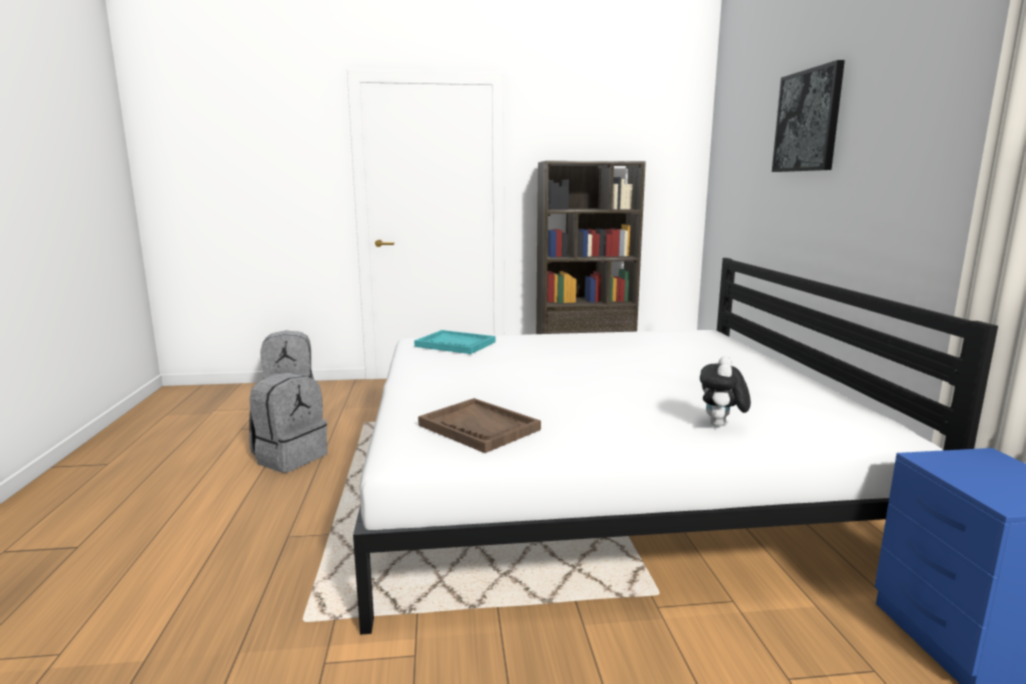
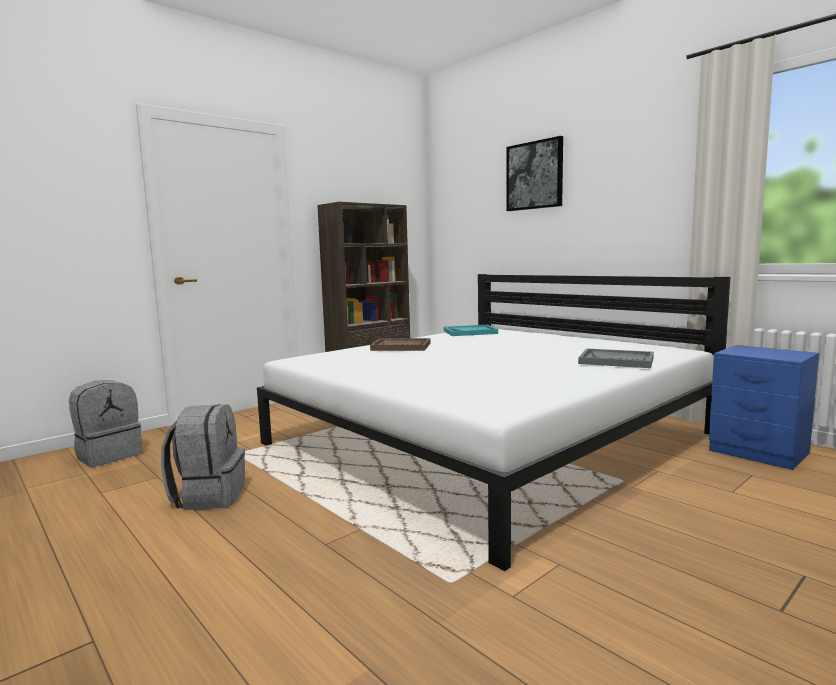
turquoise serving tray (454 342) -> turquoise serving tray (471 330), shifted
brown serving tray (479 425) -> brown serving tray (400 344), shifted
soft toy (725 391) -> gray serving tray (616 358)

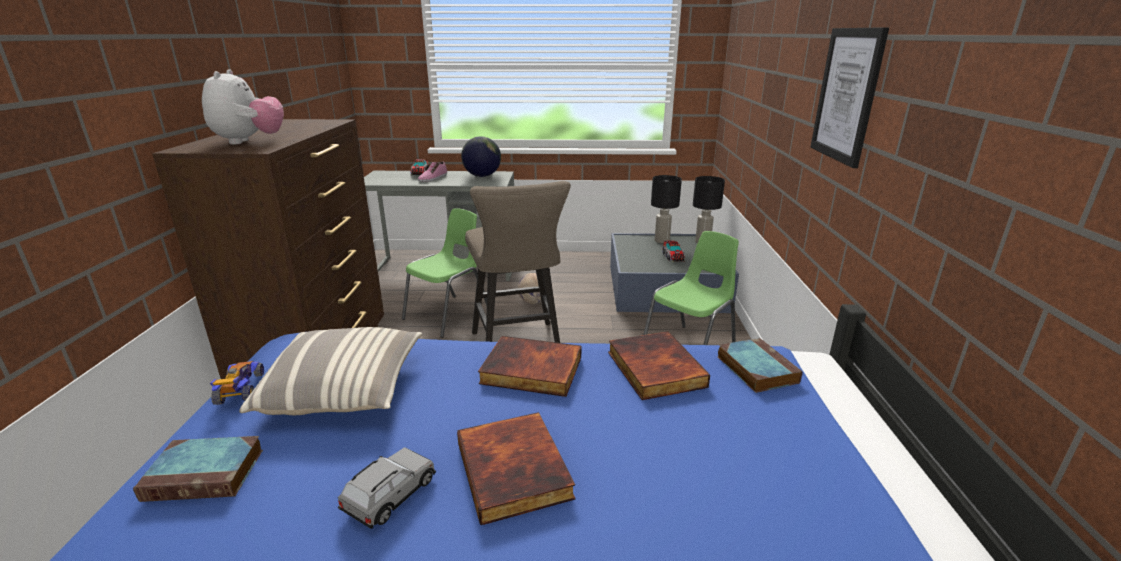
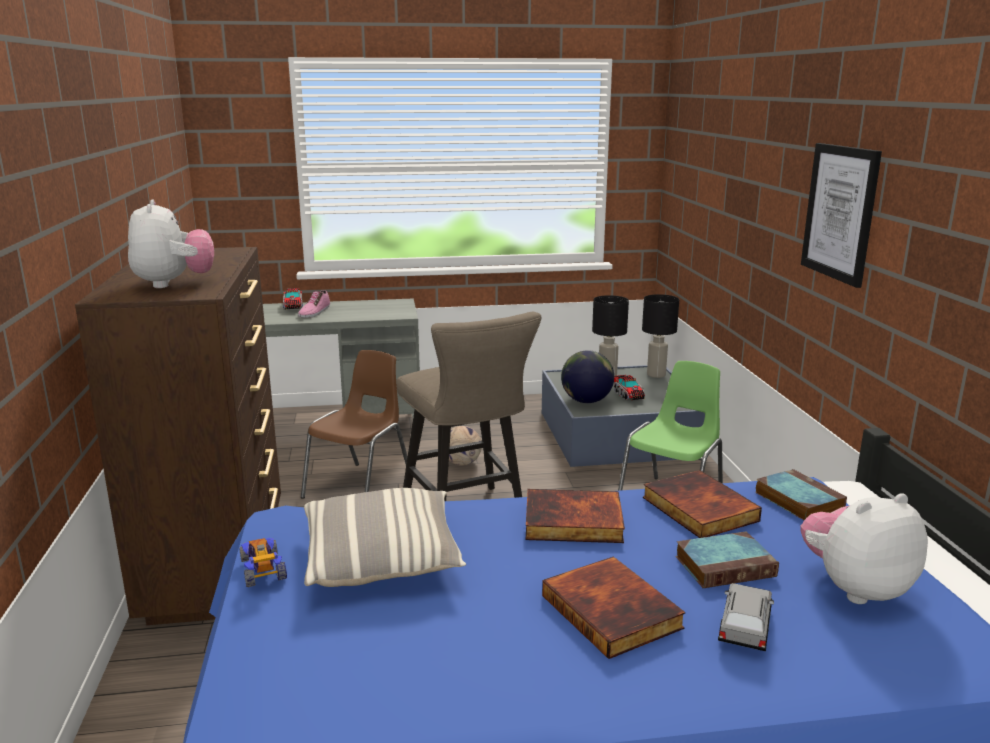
none -> soft toy (864 548)
volume (198 469) -> volume (727 560), shifted
gray model car (387 488) -> gray model car (746 617), shifted
world globe (481 156) -> world globe (587 376), shifted
greenish chair (444 273) -> brown chair (354 424)

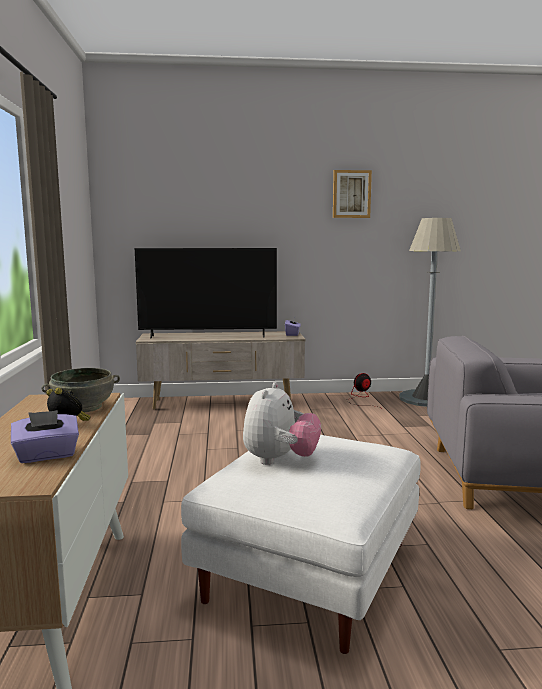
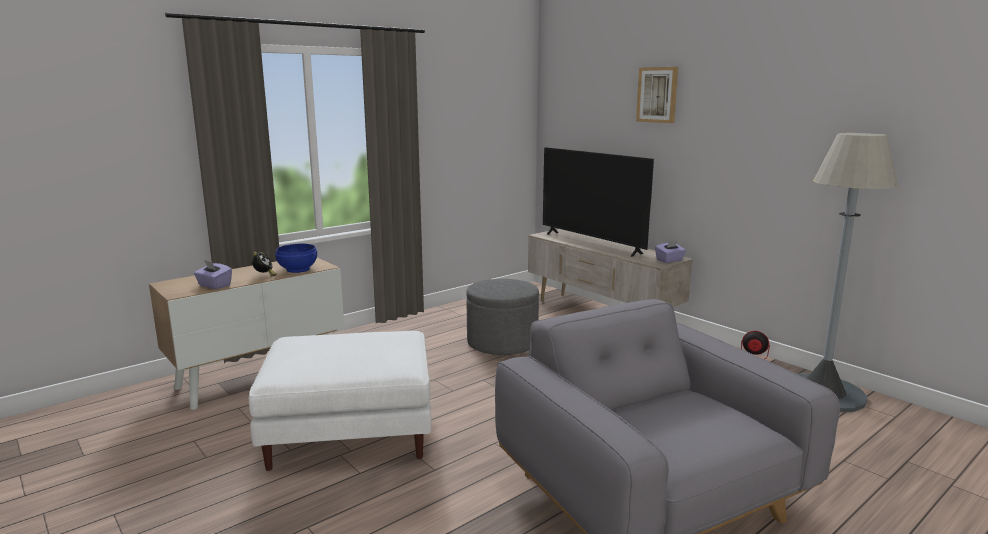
soft toy (282 423) -> none
none -> gray ottoman (502 317)
picture (352 194) -> picture (657 95), shifted
gray deep dish (81 390) -> blue deep dish (296 258)

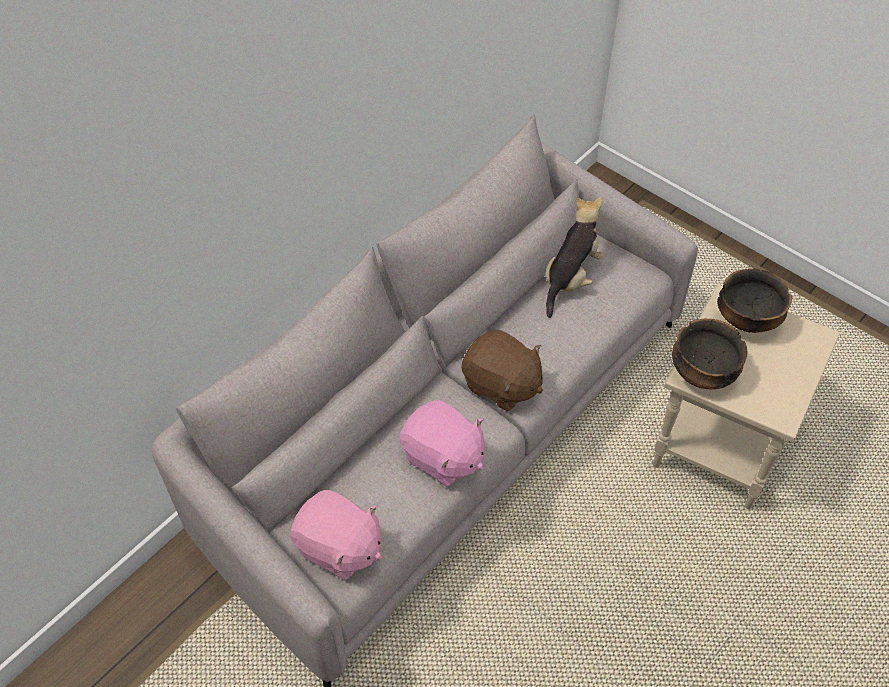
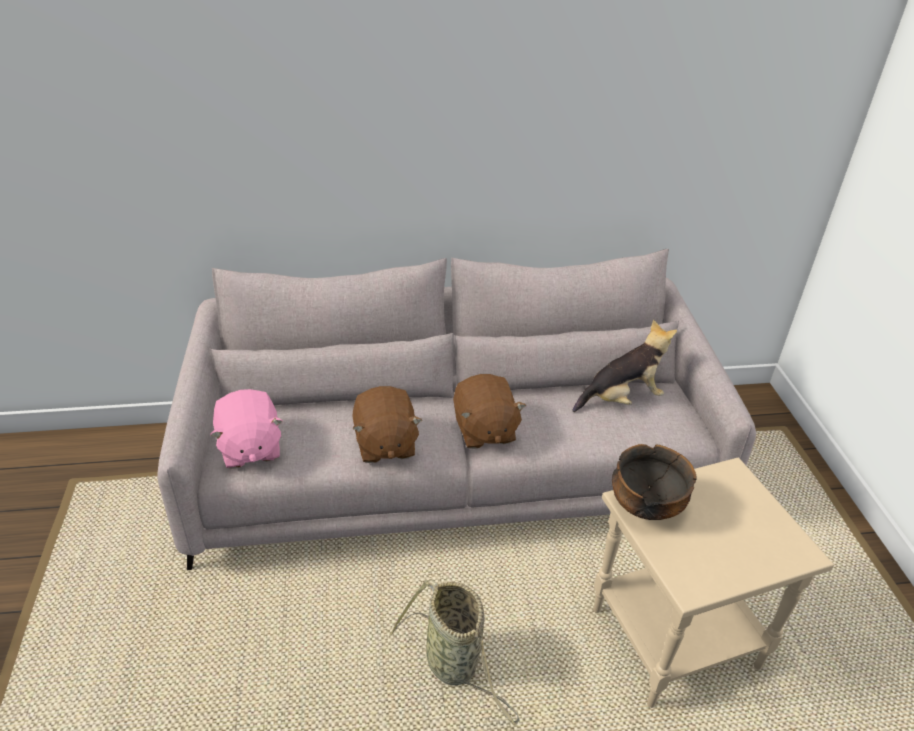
deep dish (754 300) -> none
none -> basket (454 653)
pink soft toy (441 443) -> brown soft toy (387 424)

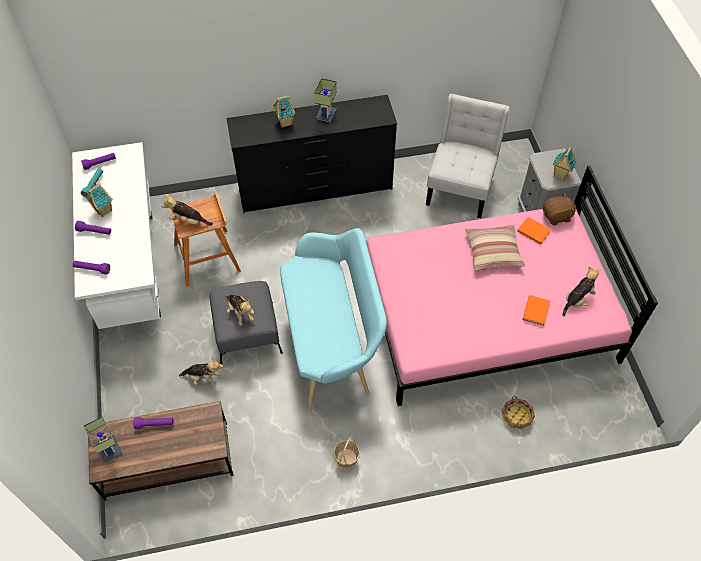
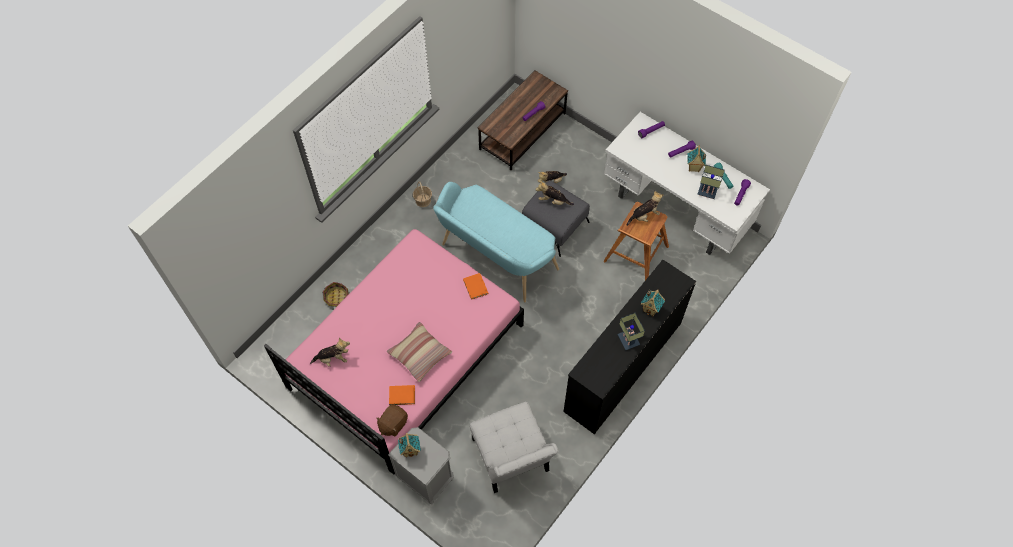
lamp for a table (103 439) -> lamp for a table (711 182), shifted
orange volume (536 310) -> orange volume (475 286), shifted
soft toy (582 291) -> soft toy (330 352), 105 degrees counterclockwise

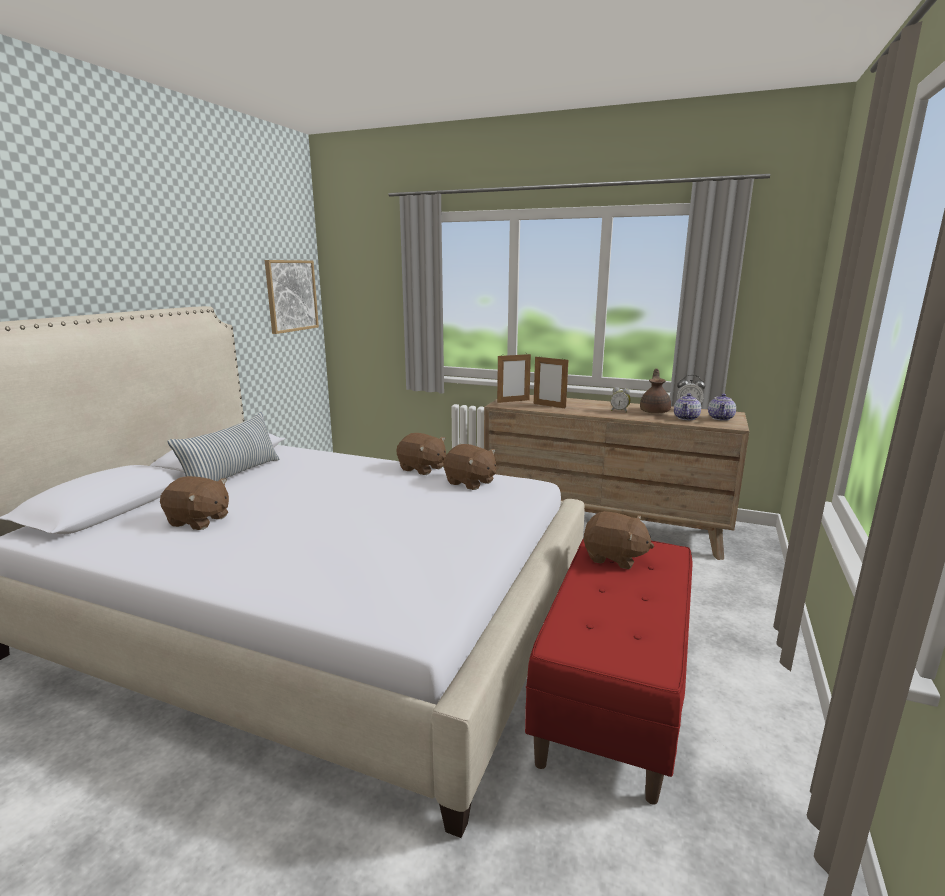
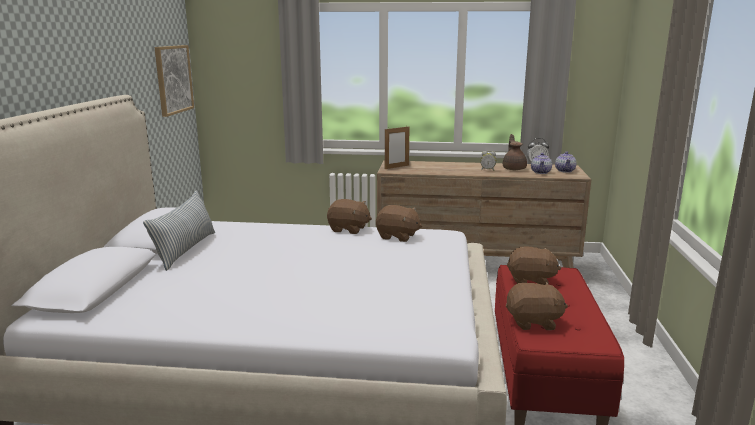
photo frame (551 382) -> none
brown soft toy (194 503) -> brown soft toy (537 306), shifted

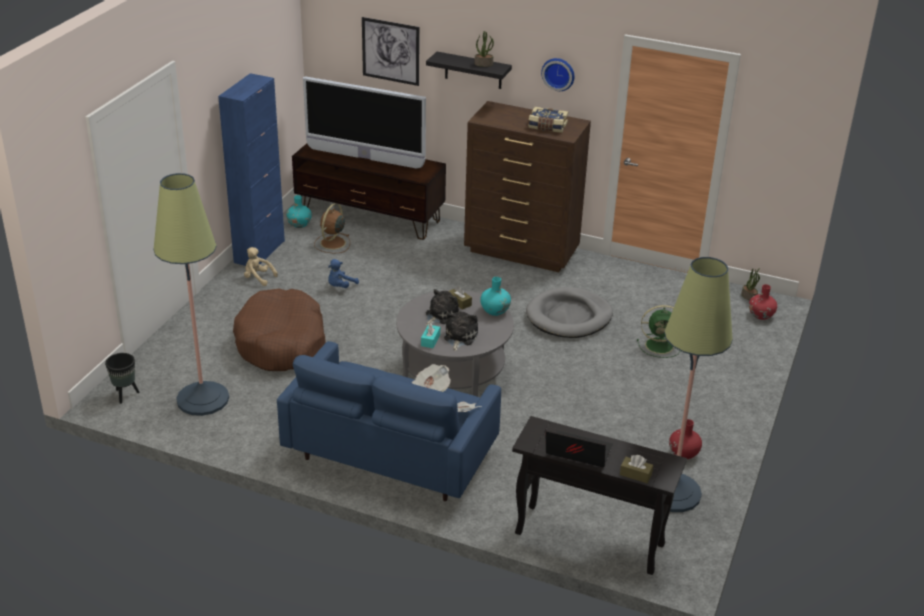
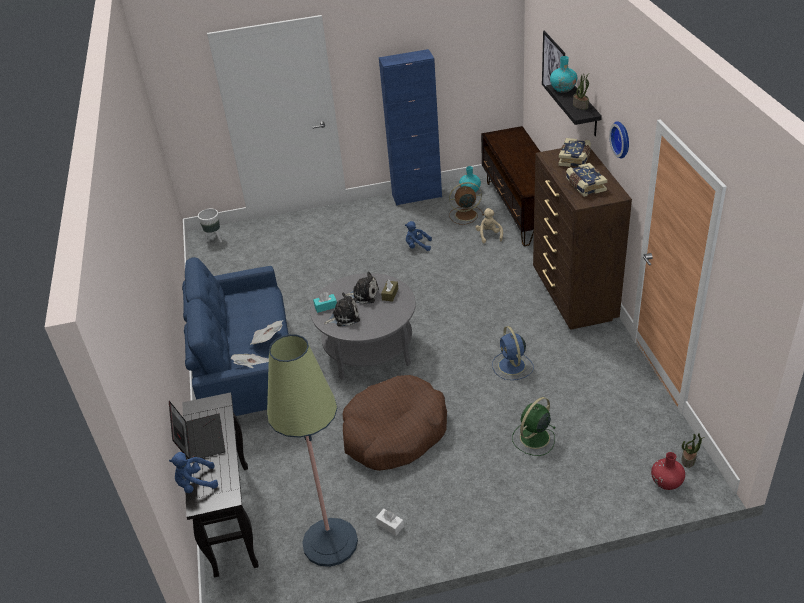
standing lamp (191 294) -> none
television (364 122) -> none
none -> volume (574 152)
brown dog cushion (279 329) -> brown dog cushion (395 423), shifted
beige soft toy (261 266) -> beige soft toy (489 225), shifted
turquoise flower vase (495 296) -> turquoise flower vase (563 74), shifted
gray dog cushion (569 312) -> blue cooling fan (513 353)
brown tissue box (636 469) -> blue soft toy (193 472)
red flower vase (685 439) -> white-coloured tissue box (390 522)
black-coloured planter (122 378) -> white-coloured planter (210 226)
greenish cooling fan (658 331) -> greenish cooling fan (533 426), 75 degrees clockwise

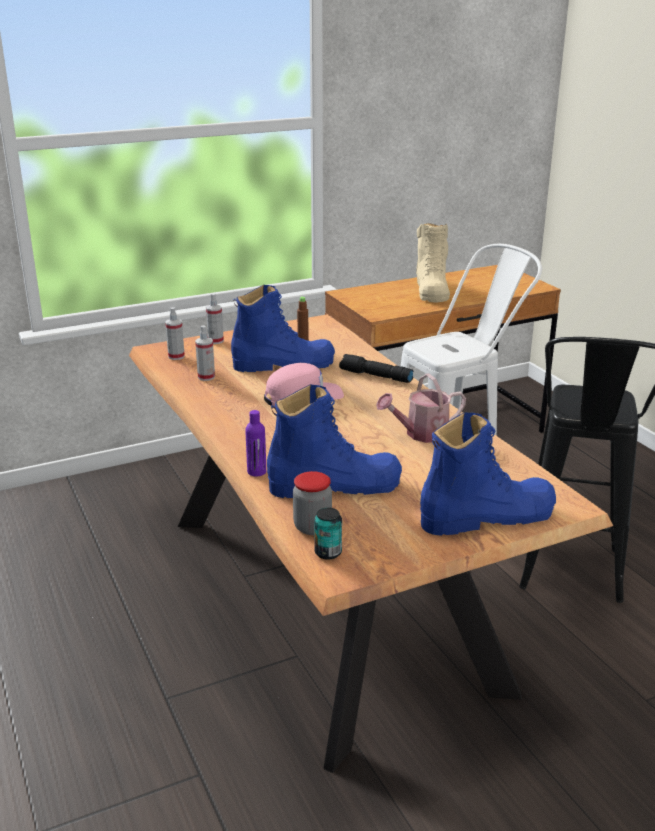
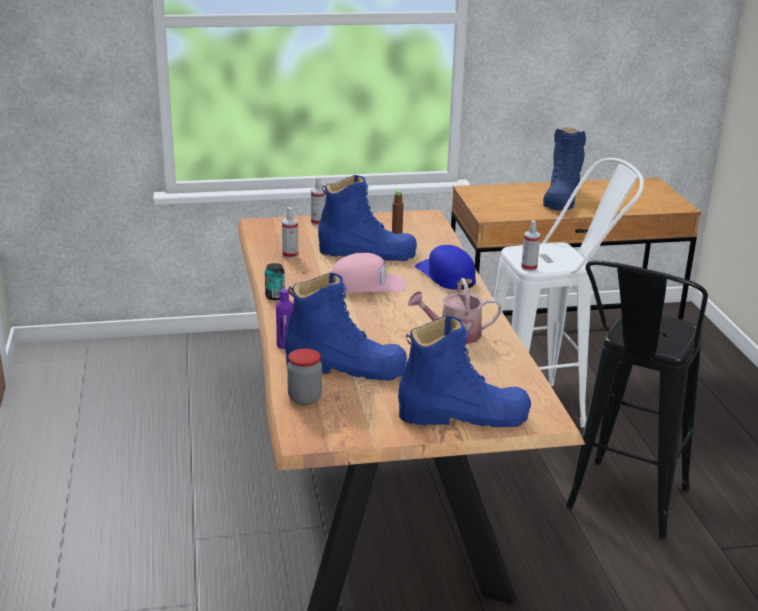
spray bottle (175 334) -> spray bottle (530 245), shifted
can (328 534) -> can (275 281), shifted
black-coloured torch (376 368) -> blue peaked cap (445 267)
beige high-top boot (433 262) -> blue high-top boot (564 169)

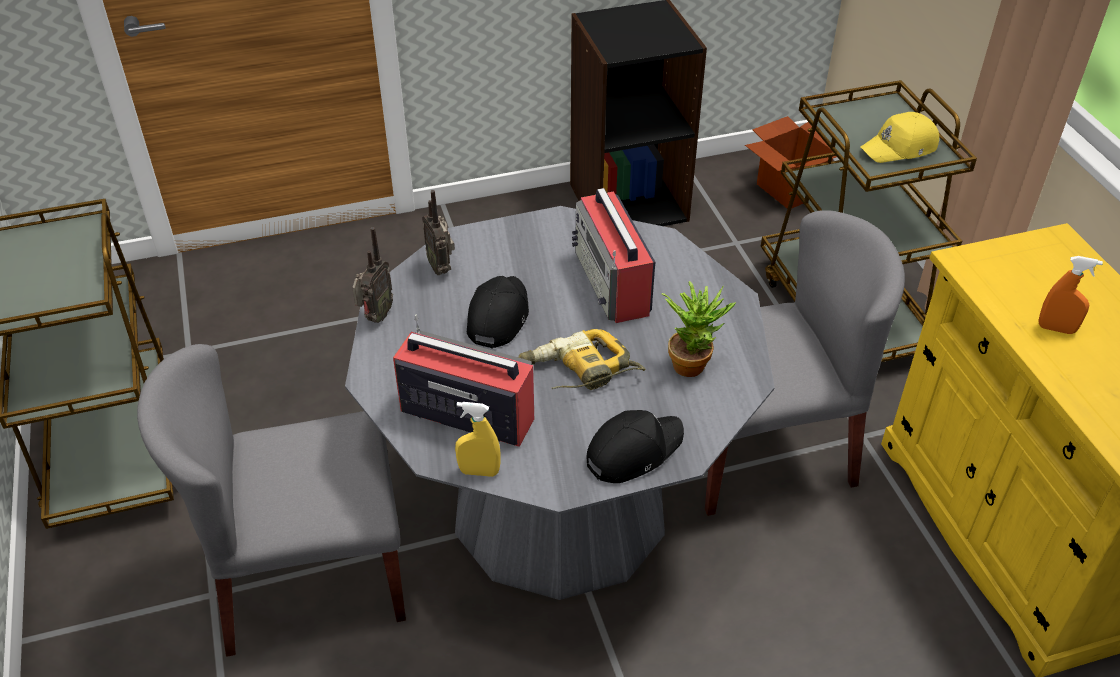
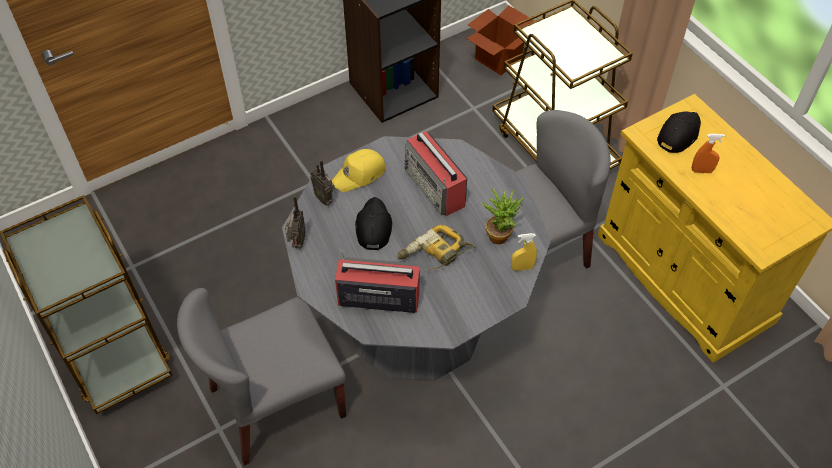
yellowish spray bottle (478 439) -> yellowish spray bottle (524 252), shifted
black-coloured peaked cap (635 446) -> black-coloured peaked cap (679 132), shifted
yellowish peaked cap (899 137) -> yellowish peaked cap (358 170), shifted

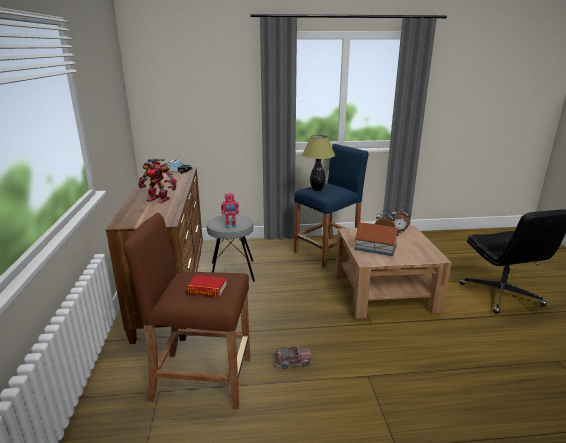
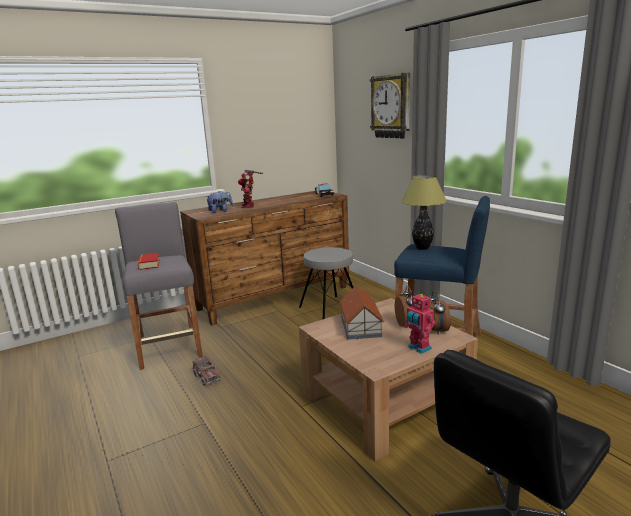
none -> soft toy (219 202)
none -> clock on the wall (390 106)
robot figure (230 210) -> robot figure (420 323), shifted
brown stool (186 311) -> gray stool (159 286)

